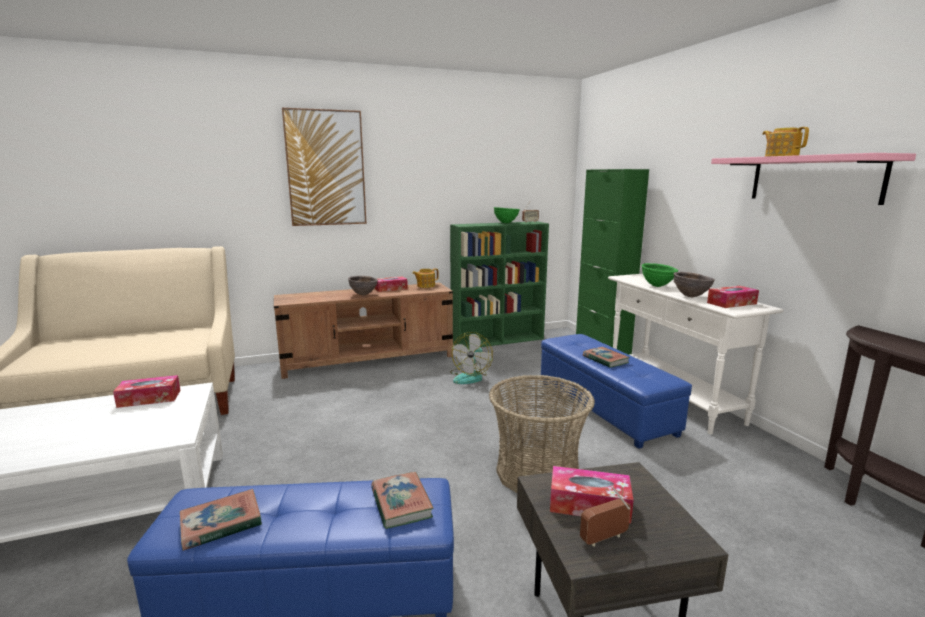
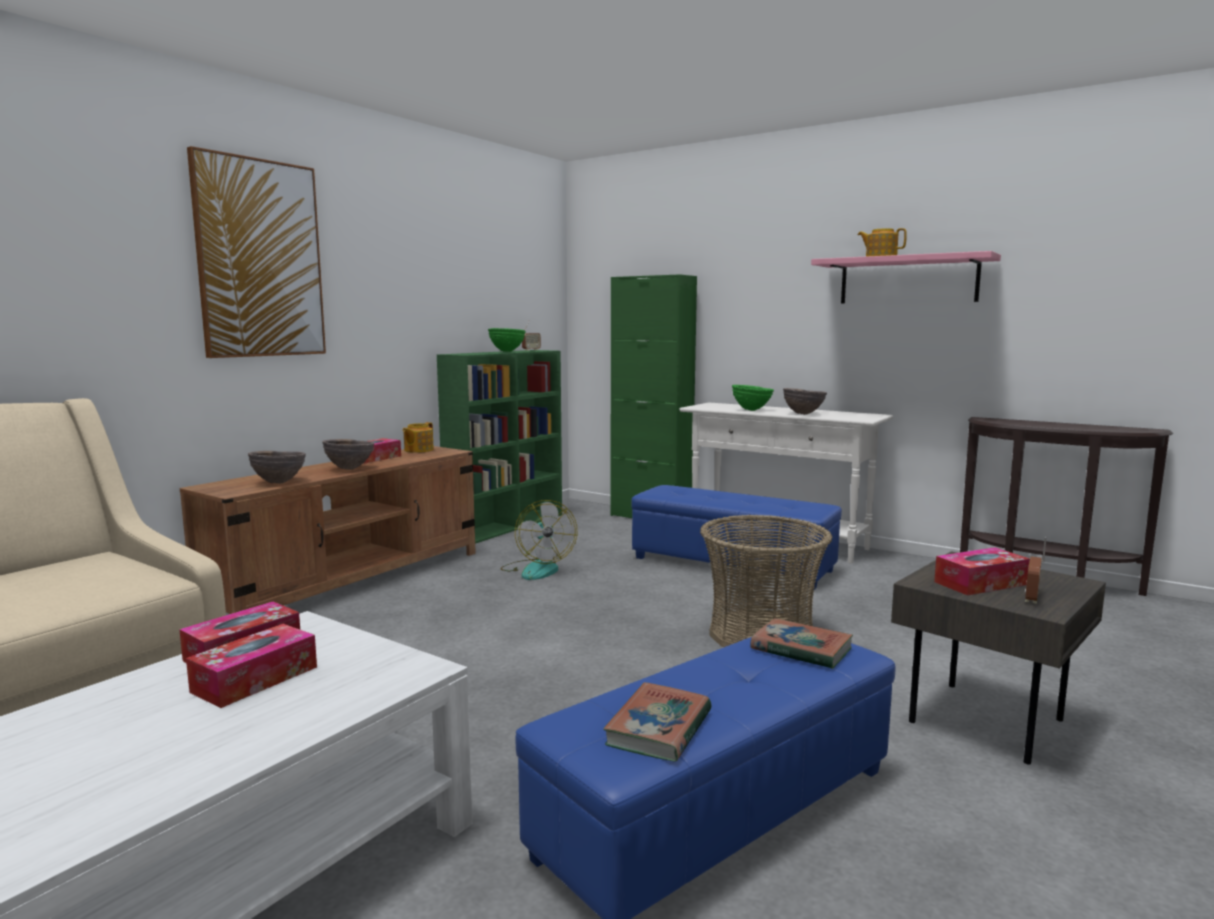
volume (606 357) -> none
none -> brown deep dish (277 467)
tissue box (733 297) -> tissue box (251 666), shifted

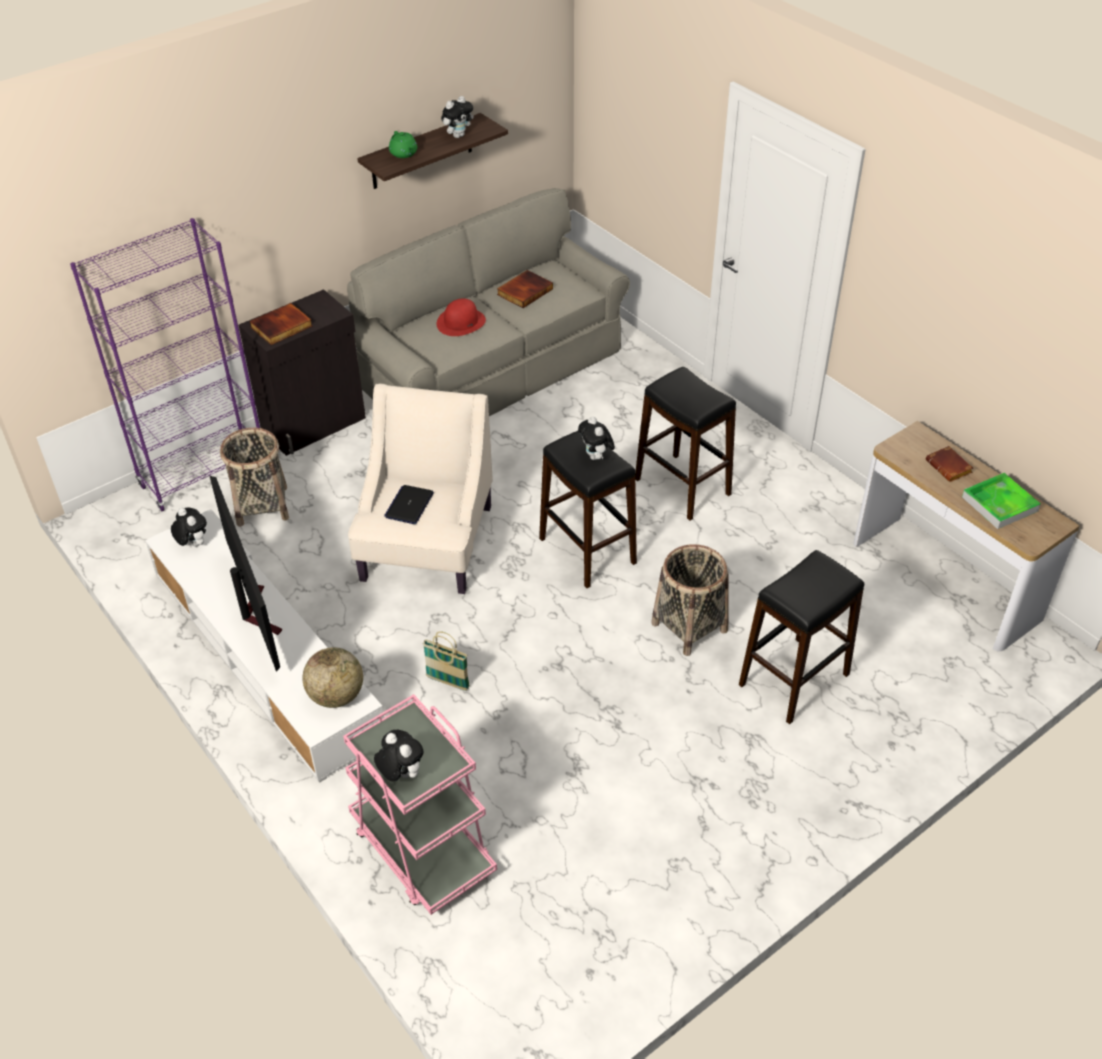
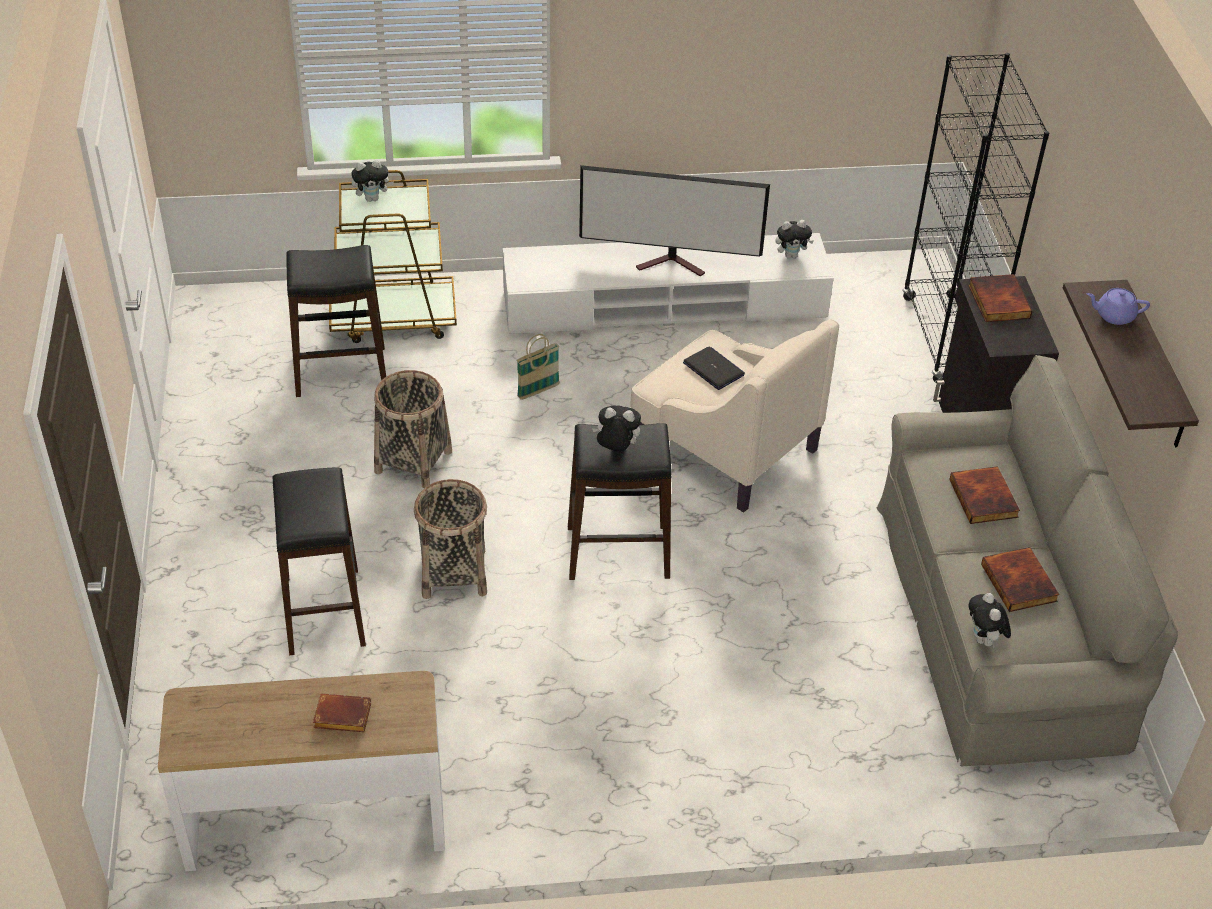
world globe (333 677) -> none
serving tray (1001 501) -> none
basket (254 477) -> basket (413 429), shifted
soft toy (457 117) -> soft toy (990 621), shifted
black-coloured stool (685 444) -> black-coloured stool (336 321), shifted
red clothing hat (461 317) -> volume (984 495)
purple-coloured bookcase (165 364) -> black-coloured bookcase (975 218)
pink trolley (420 804) -> brown trolley (393 256)
greenish teapot (403 144) -> purple-coloured teapot (1118 306)

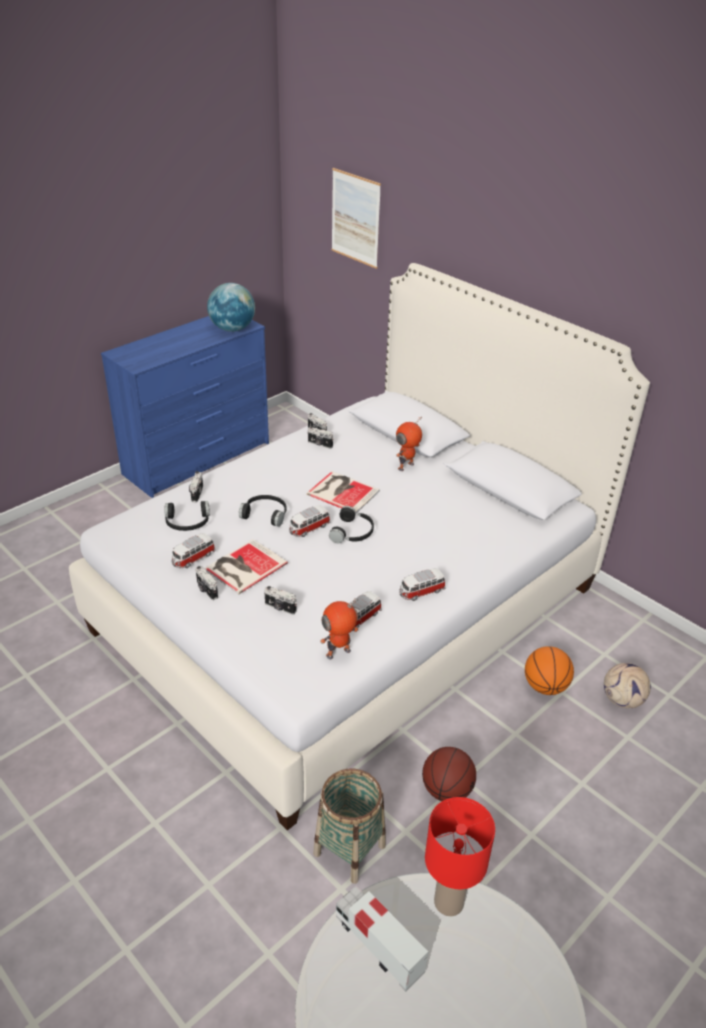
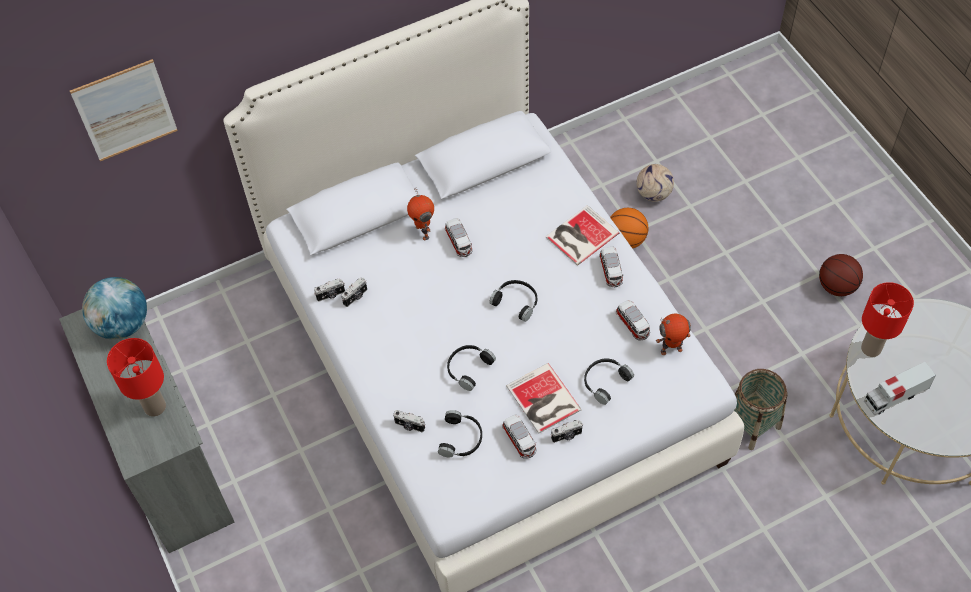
none -> red lamp for a table (136 377)
model car (309 521) -> model car (459 237), shifted
volume (343 492) -> volume (582 235), shifted
ball for basketball (449 774) -> ball for basketball (841 275), shifted
photo camera (280 600) -> black-coloured headphones (609 382)
blue dresser (185 407) -> gray dresser (147 431)
robot figure (339 629) -> robot figure (673 334), 90 degrees counterclockwise

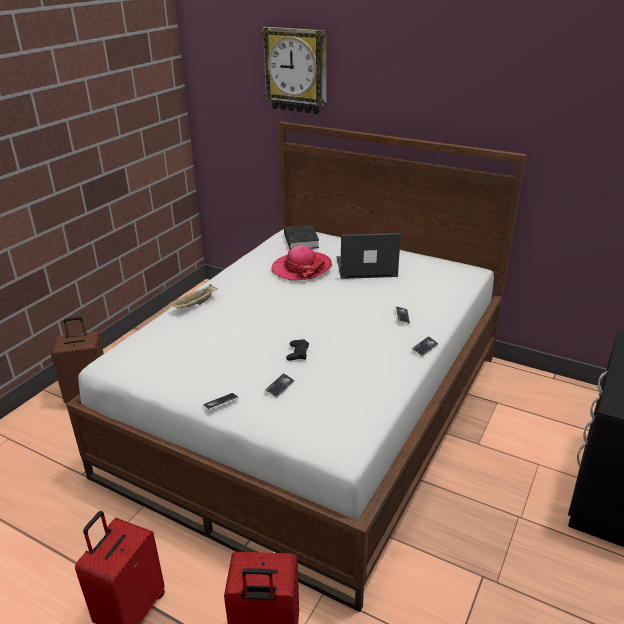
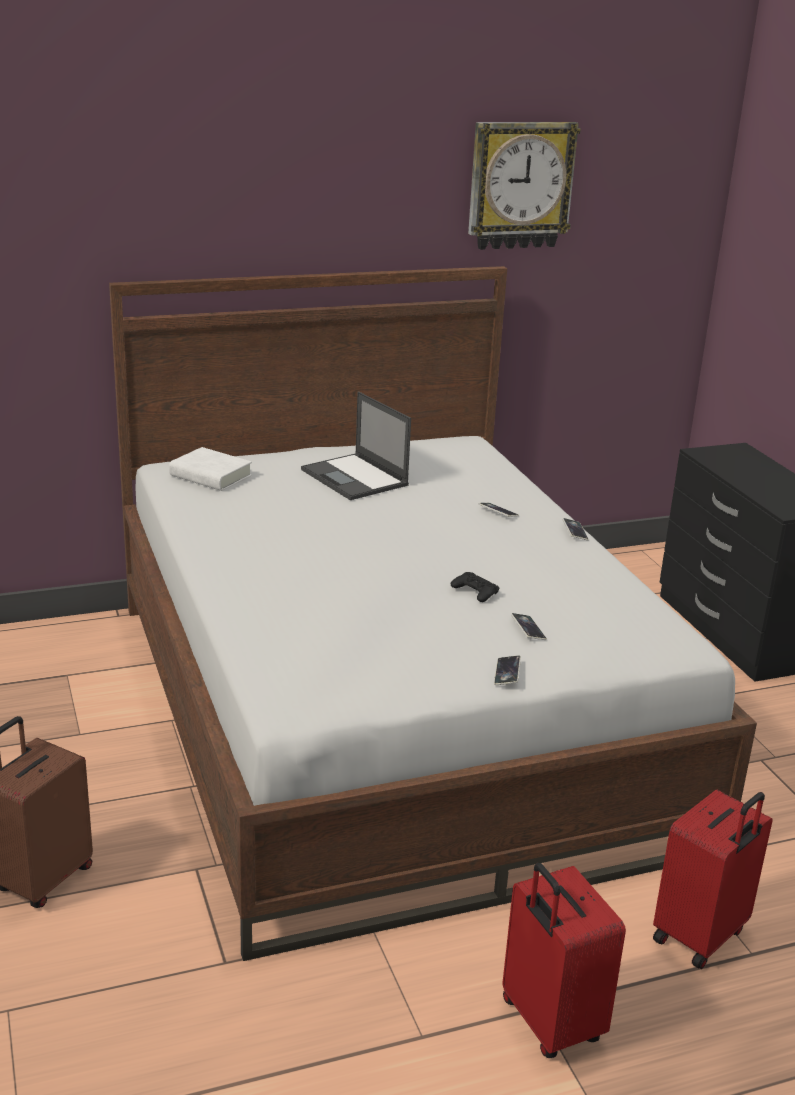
beige serving tray (193 296) -> none
clothing hat (301 263) -> none
clock on the wall (294 70) -> clock on the wall (524 186), shifted
black-coloured volume (301 237) -> white-coloured volume (210 469)
laptop (369 256) -> laptop (356 445), 75 degrees counterclockwise

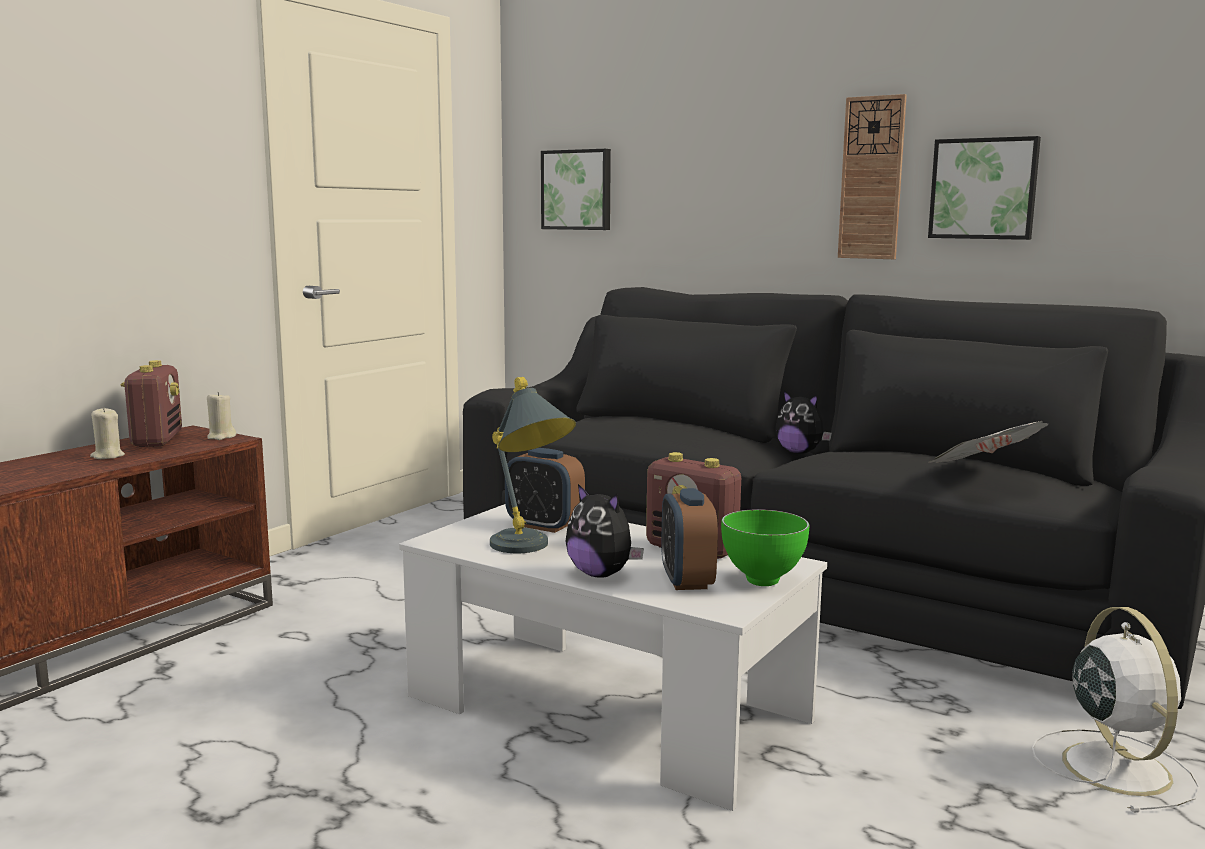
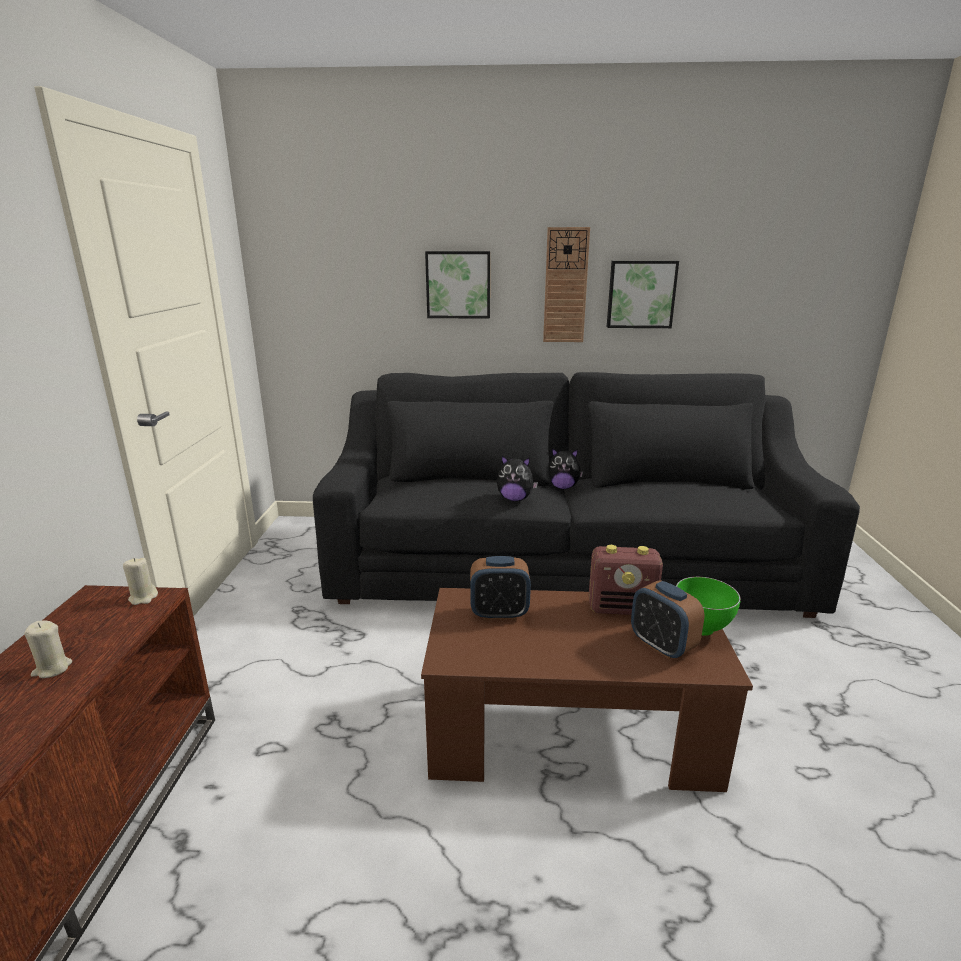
radio set (151 403) -> none
gray lamp for a table (533 465) -> none
printed paper (988 442) -> none
white-coloured cooling fan (1116 710) -> none
picture (576 189) -> picture (457 285), shifted
soft toy (604 531) -> soft toy (517 478), shifted
white-coloured low table (613 657) -> brown low table (587 690)

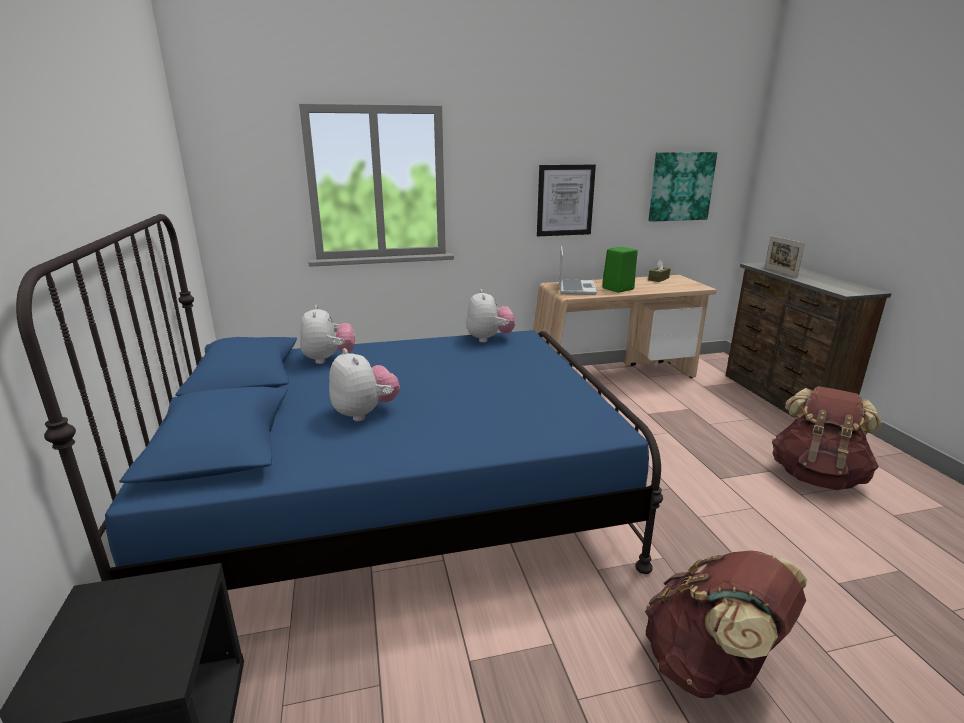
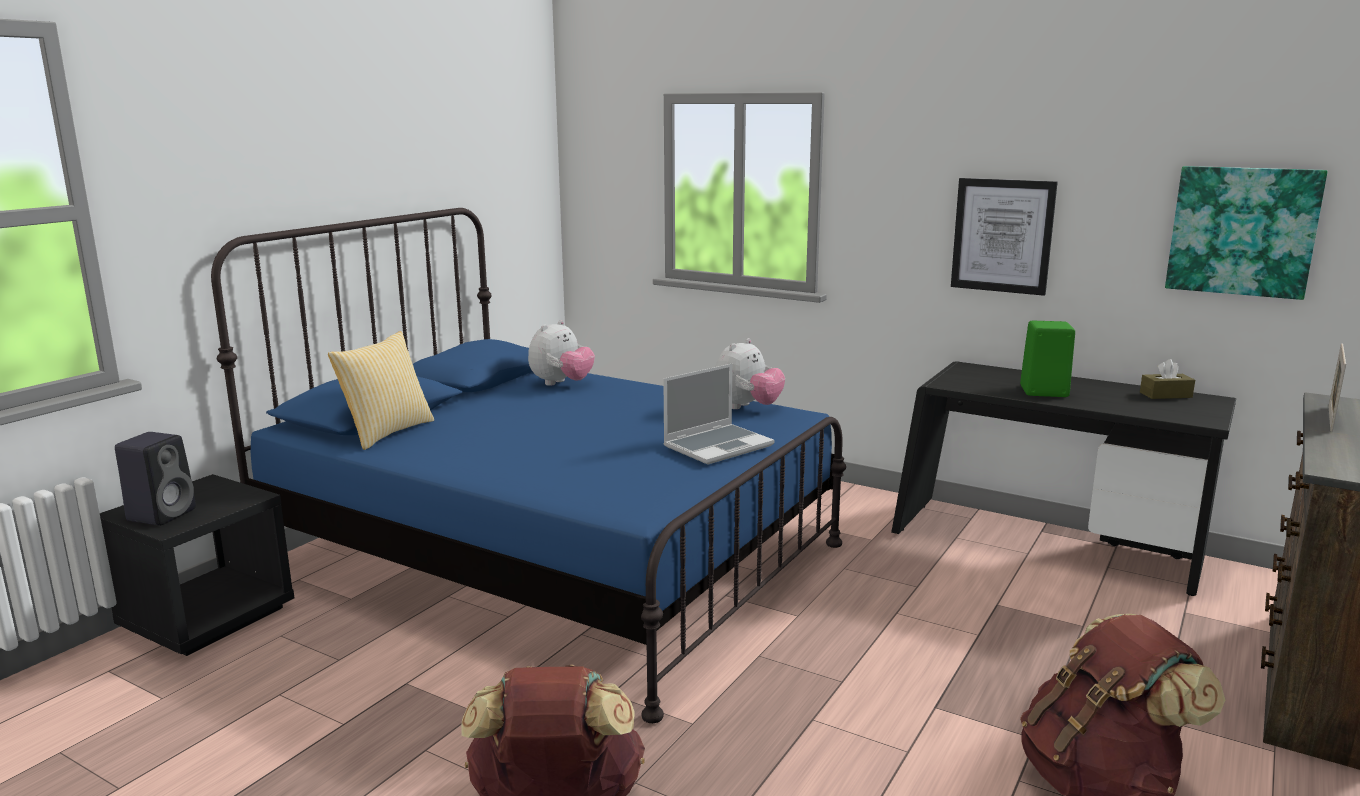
soft toy (364 384) -> none
none -> black-coloured speaker (155 479)
none -> cushion (381 390)
laptop (578 270) -> laptop (718 414), shifted
beige desk (625 326) -> black-coloured desk (1063 478)

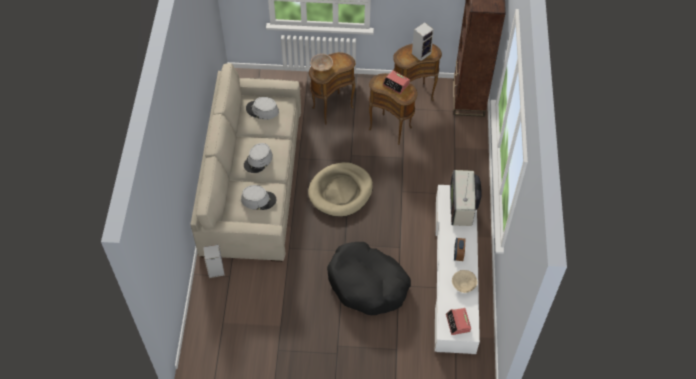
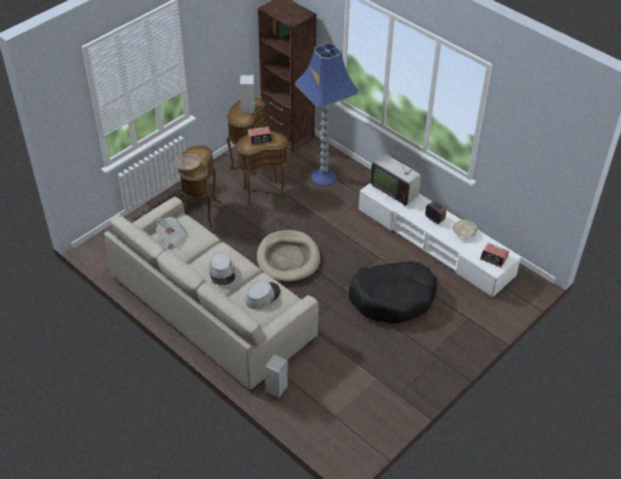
none -> blue standing lamp (326 114)
gray clothing hat (262 108) -> printed paper (172 232)

